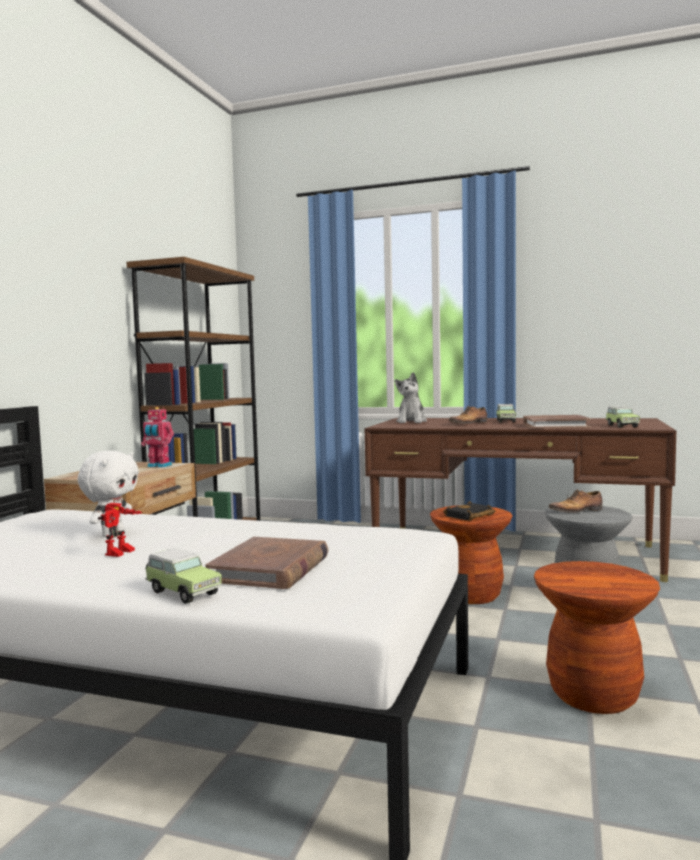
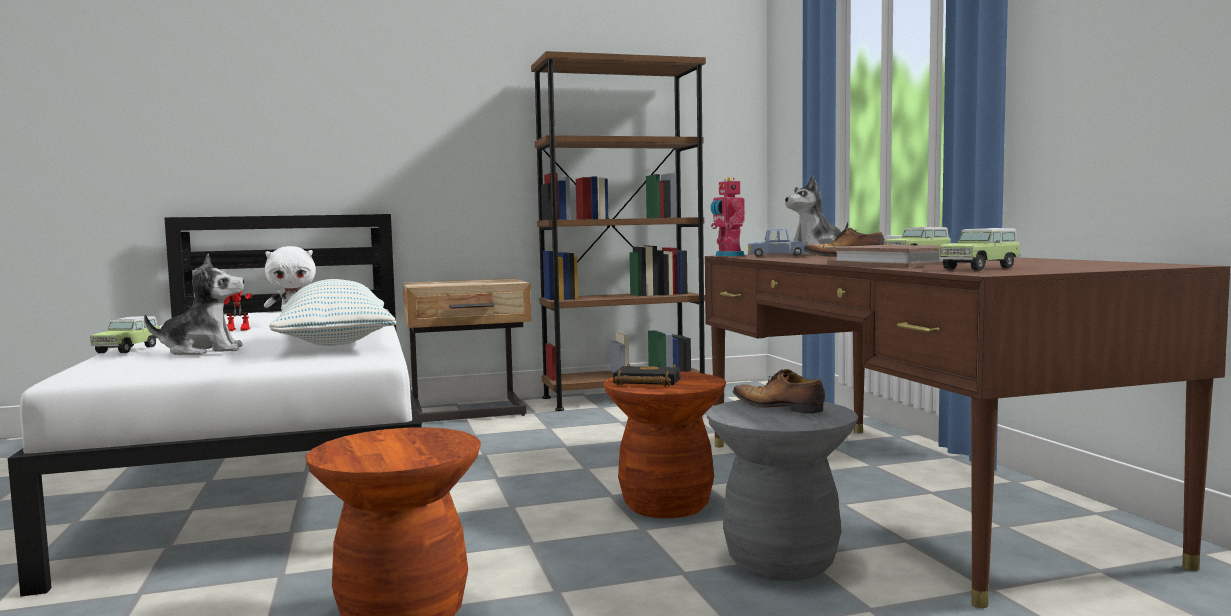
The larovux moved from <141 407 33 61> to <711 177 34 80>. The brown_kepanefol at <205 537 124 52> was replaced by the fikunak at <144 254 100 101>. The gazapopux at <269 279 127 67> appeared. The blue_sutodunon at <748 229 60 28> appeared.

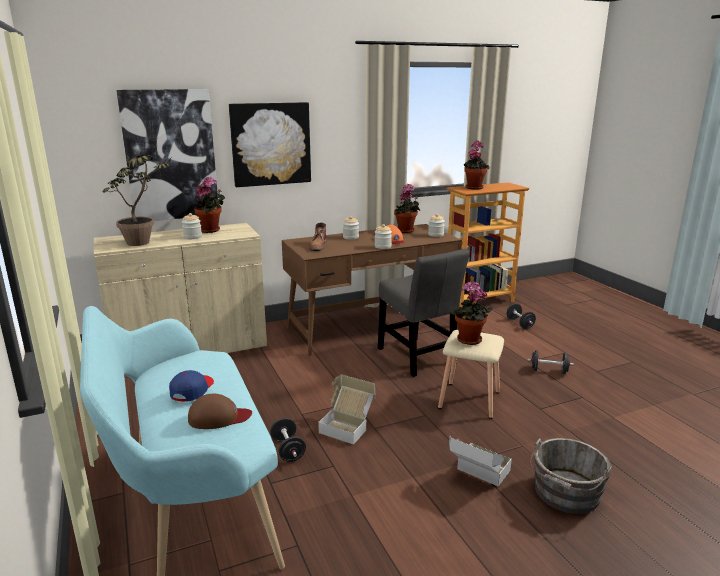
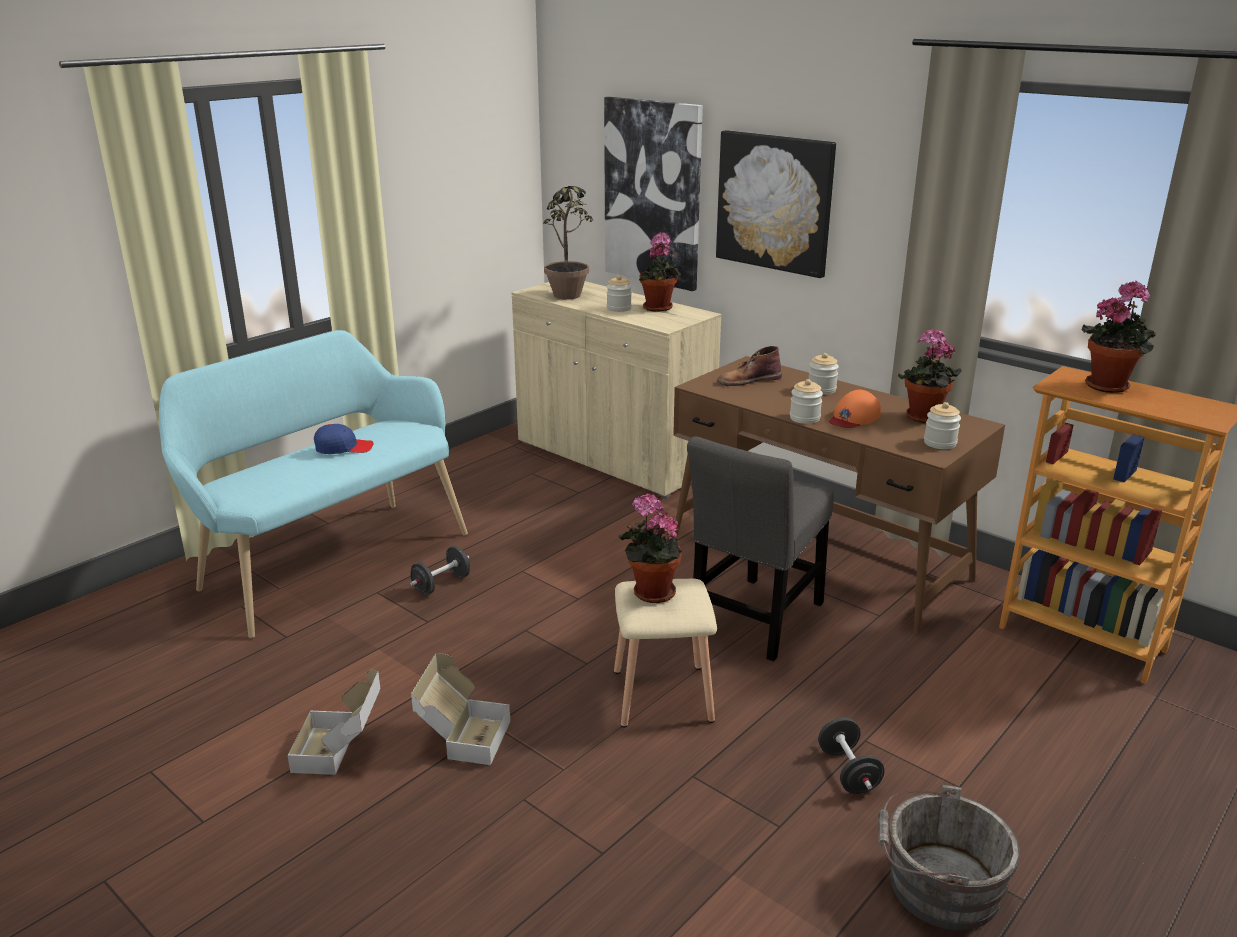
The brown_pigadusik at <188 394 64 35> disappeared. The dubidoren moved from <318 374 57 71> to <287 670 93 105>. The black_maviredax at <506 303 30 26> disappeared. The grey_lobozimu moved from <530 438 82 76> to <878 785 142 145>.

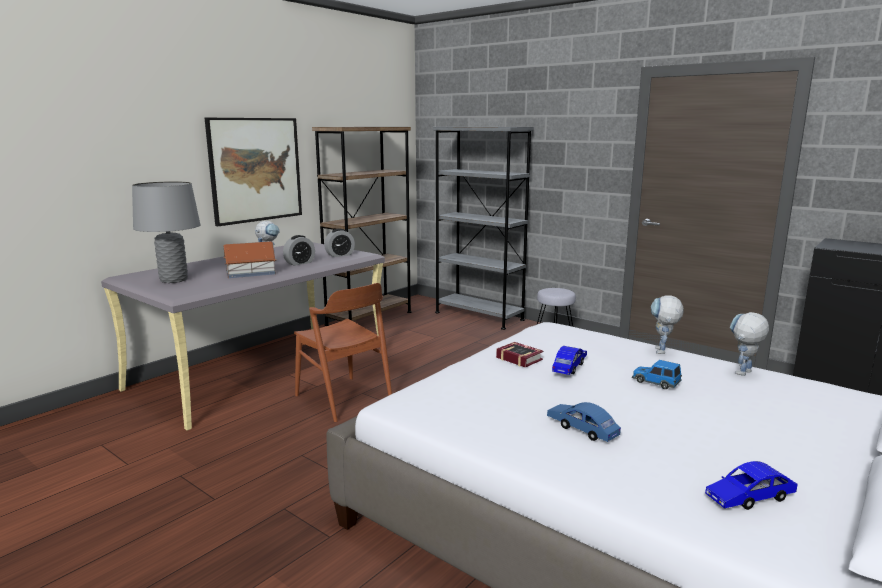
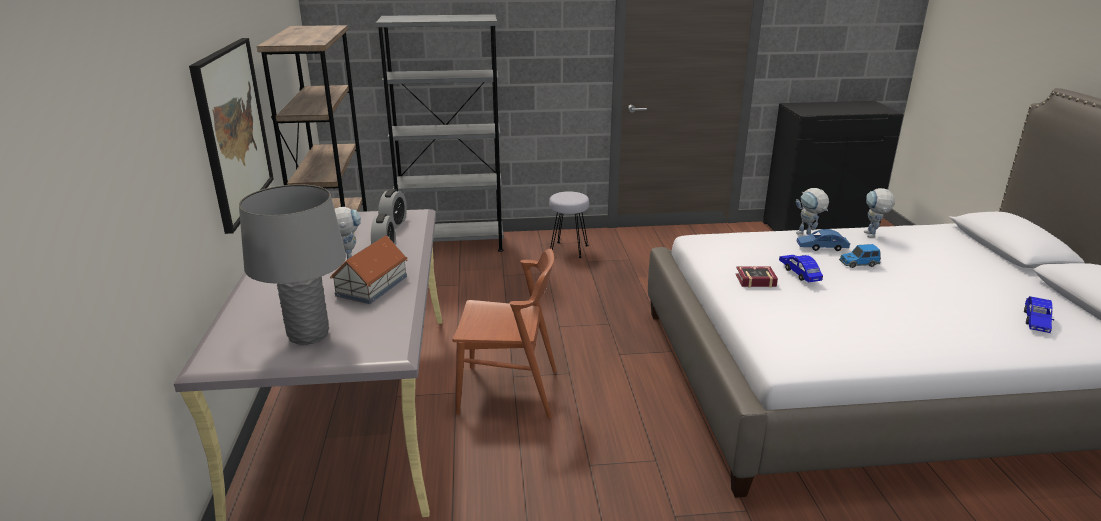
The blue_sutodunon moved from <547 402 74 40> to <797 229 53 22>.

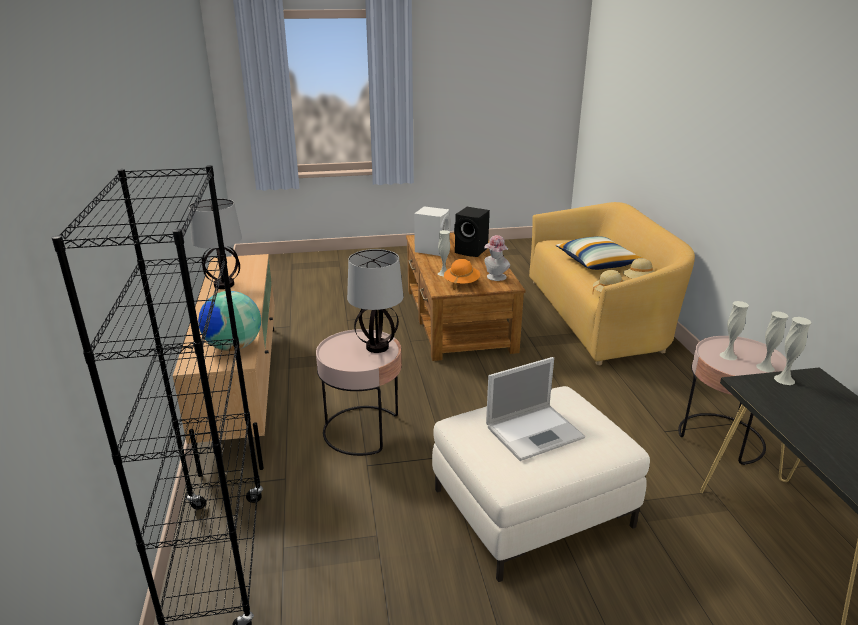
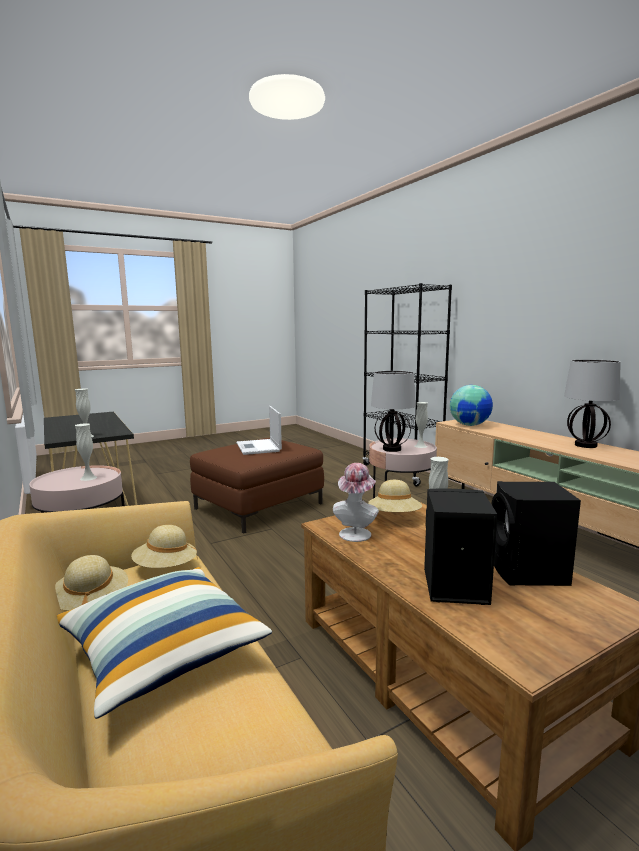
The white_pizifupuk at <414 206 37 50> became the black_pizifupuk at <491 481 90 105>. The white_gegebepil at <432 386 218 196> became the brown_gegebepil at <190 438 134 96>. The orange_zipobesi at <444 259 36 31> became the beige_zipobesi at <368 480 54 32>. The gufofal at <486 357 99 104> turned 60 degrees counterclockwise. The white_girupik moved from <756 311 32 61> to <415 402 13 46>.

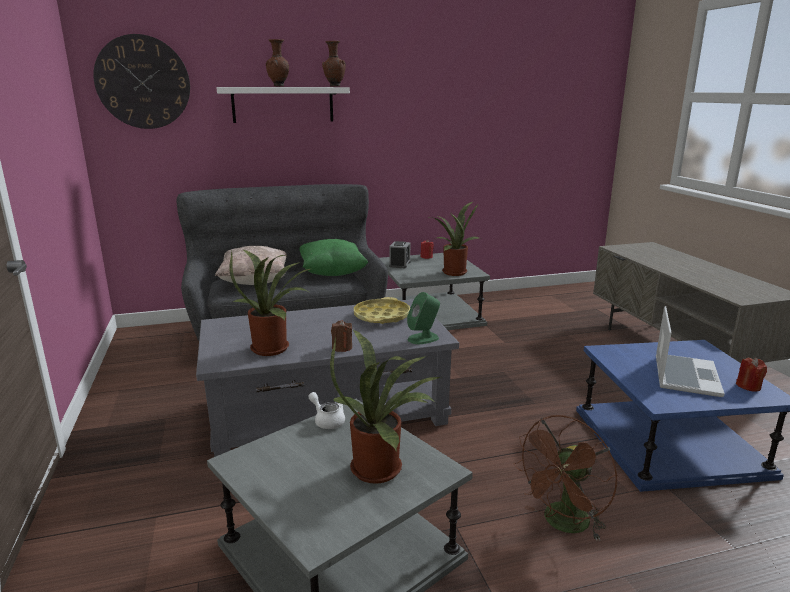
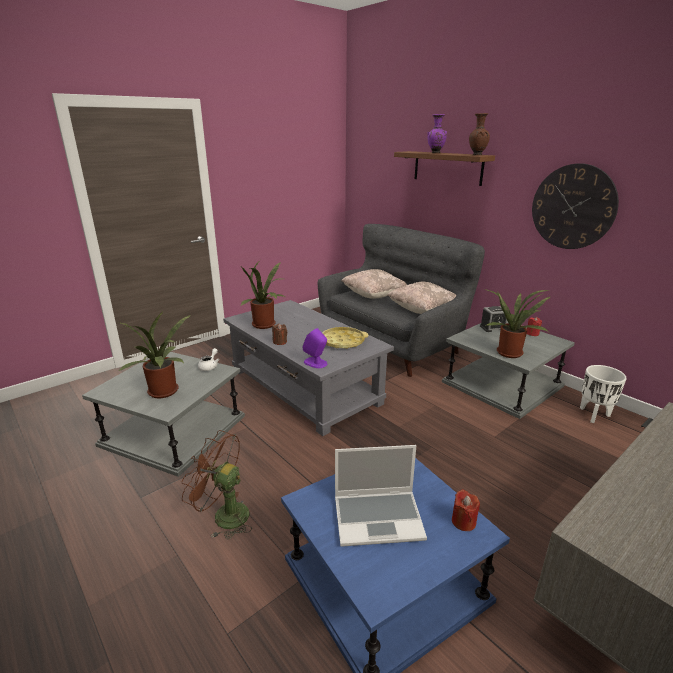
The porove moved from <93 34 97 95> to <532 163 87 86>. The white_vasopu at <216 87 134 36> became the brown_vasopu at <394 151 101 35>. The brown_girupik at <266 39 23 48> became the purple_girupik at <427 114 20 39>. The green_gazapopux at <299 239 69 37> became the beige_gazapopux at <387 281 69 33>. The green_pizifupuk at <407 292 33 52> became the purple_pizifupuk at <302 328 25 40>. The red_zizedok moved from <736 358 31 33> to <452 490 28 41>. The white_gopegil at <580 365 46 58> appeared.

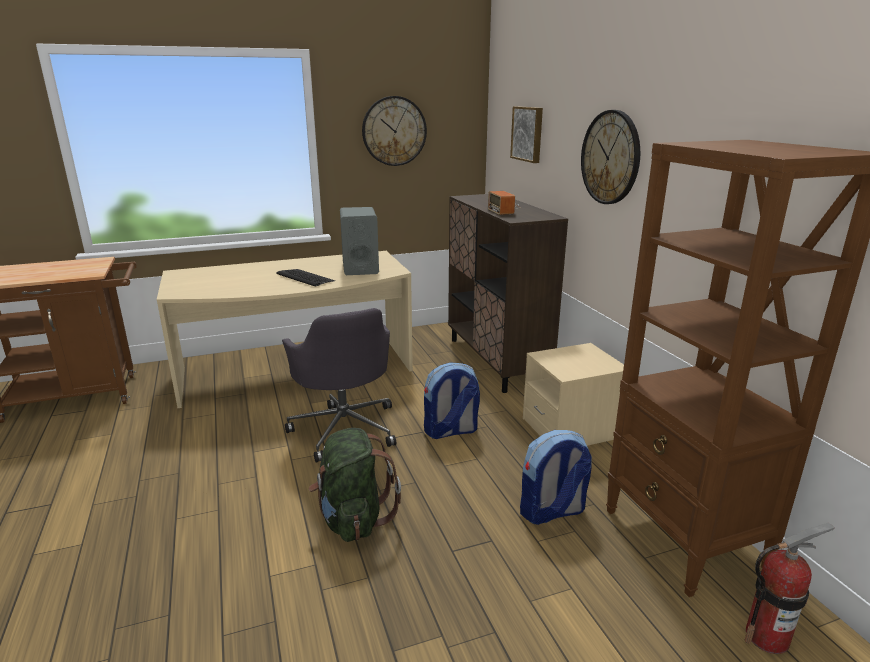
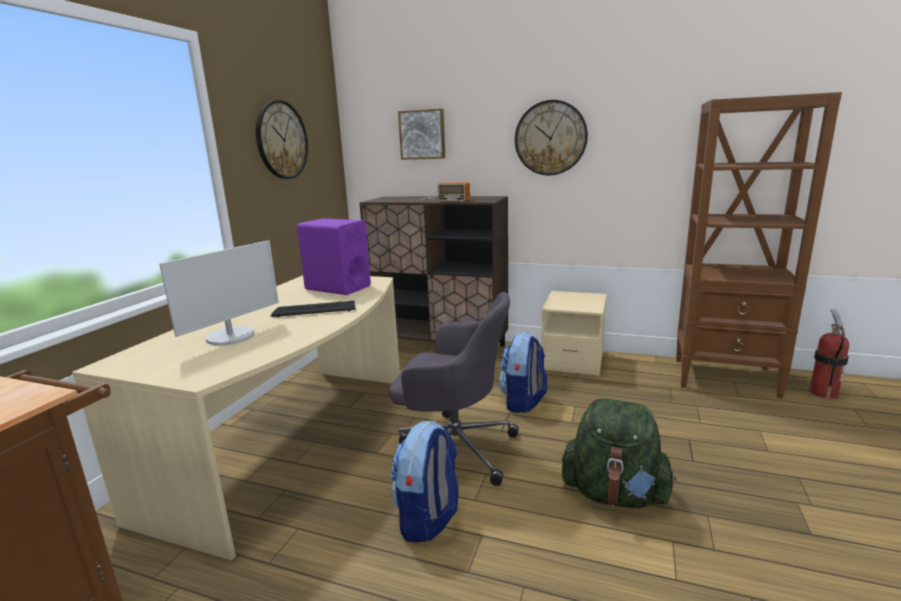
The grey_pizifupuk at <340 207 39 68> became the purple_pizifupuk at <297 218 74 77>. The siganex moved from <520 430 72 95> to <390 421 69 121>. The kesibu at <159 240 120 105> appeared.

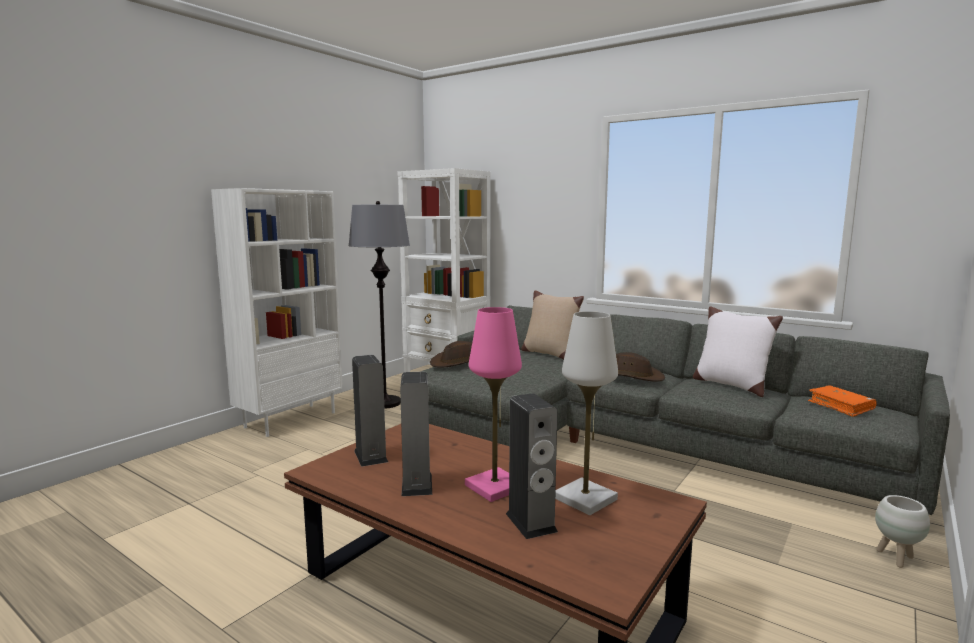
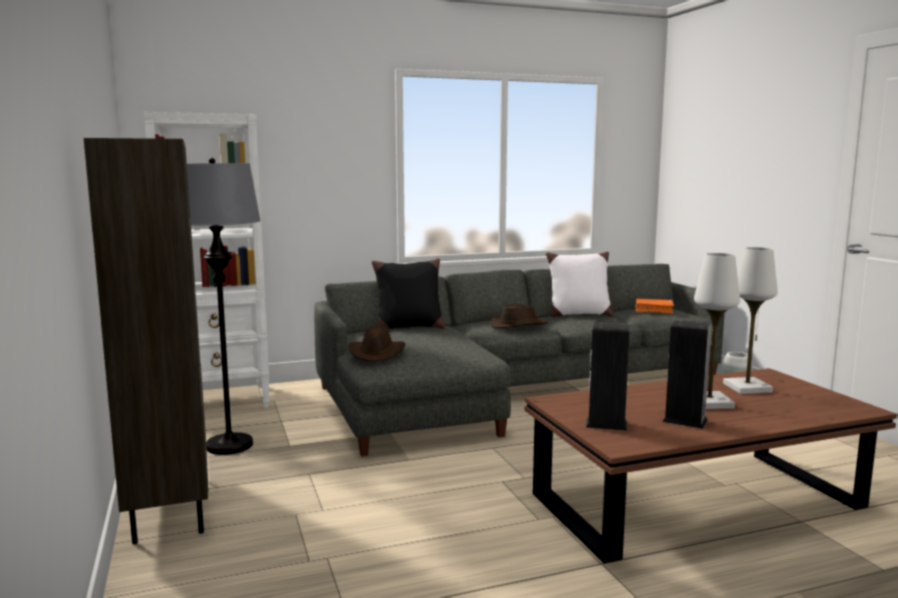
The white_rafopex at <211 188 132 249> became the brown_rafopex at <84 138 124 406>. The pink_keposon at <465 307 57 195> became the white_keposon at <694 253 46 156>. The pizifupuk at <506 393 52 146> disappeared. The beige_gazapopux at <521 290 63 70> became the black_gazapopux at <371 259 74 70>.

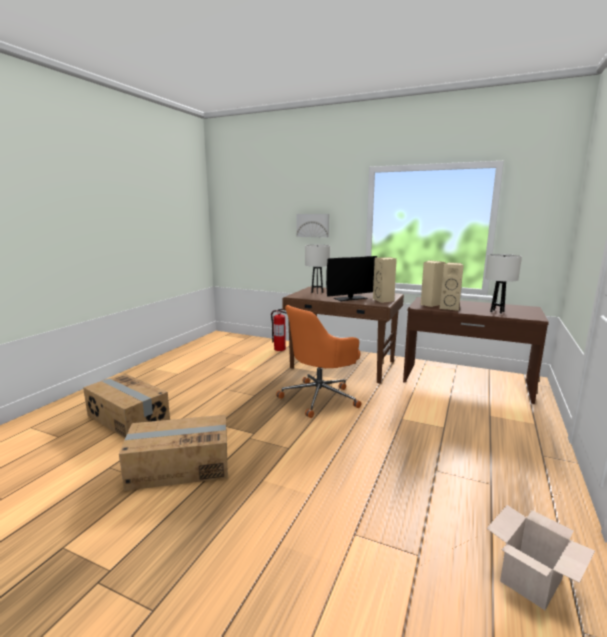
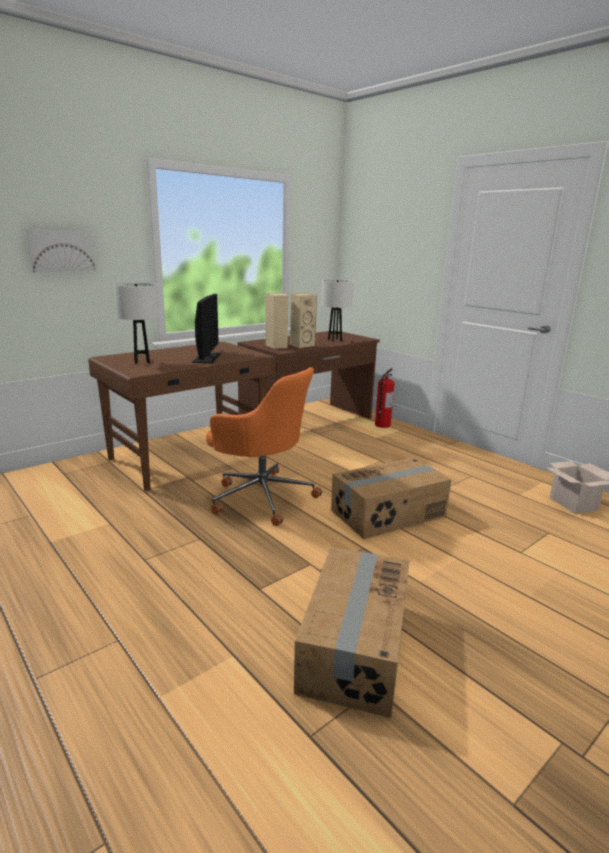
The dubidoren moved from <83 374 87 64> to <331 458 121 81>. The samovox moved from <271 309 16 42> to <375 368 20 60>. The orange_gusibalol at <276 305 86 113> turned 45 degrees counterclockwise. The beige_pizifupuk at <373 257 24 46> disappeared.

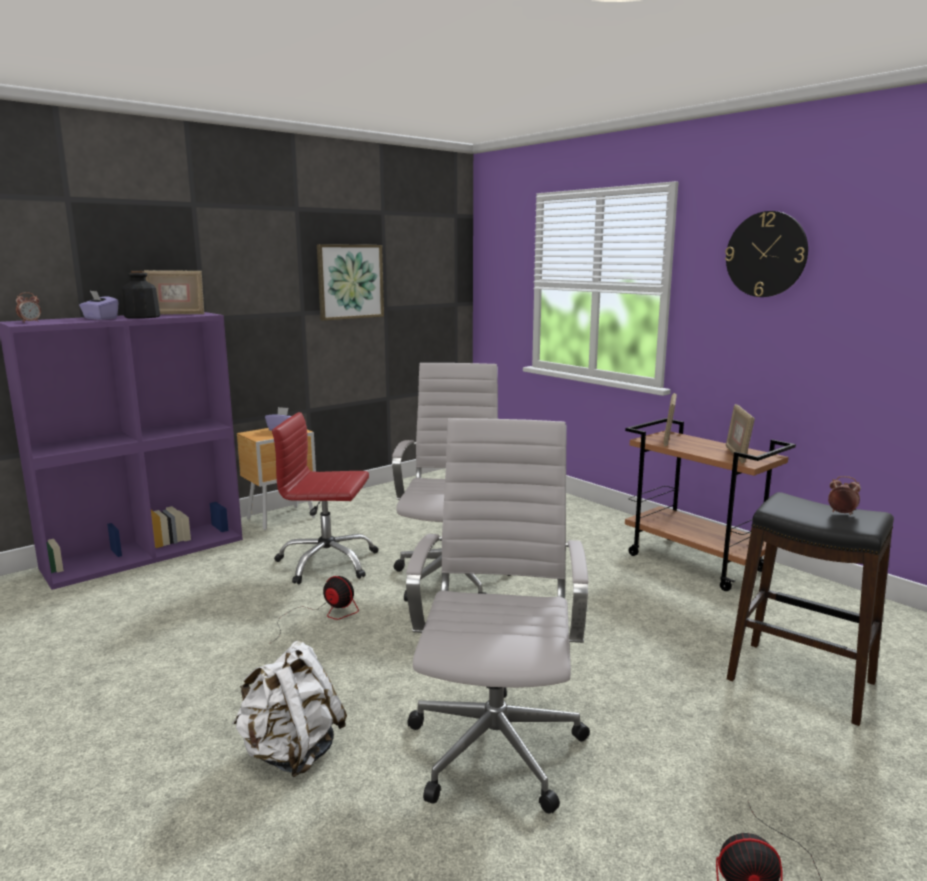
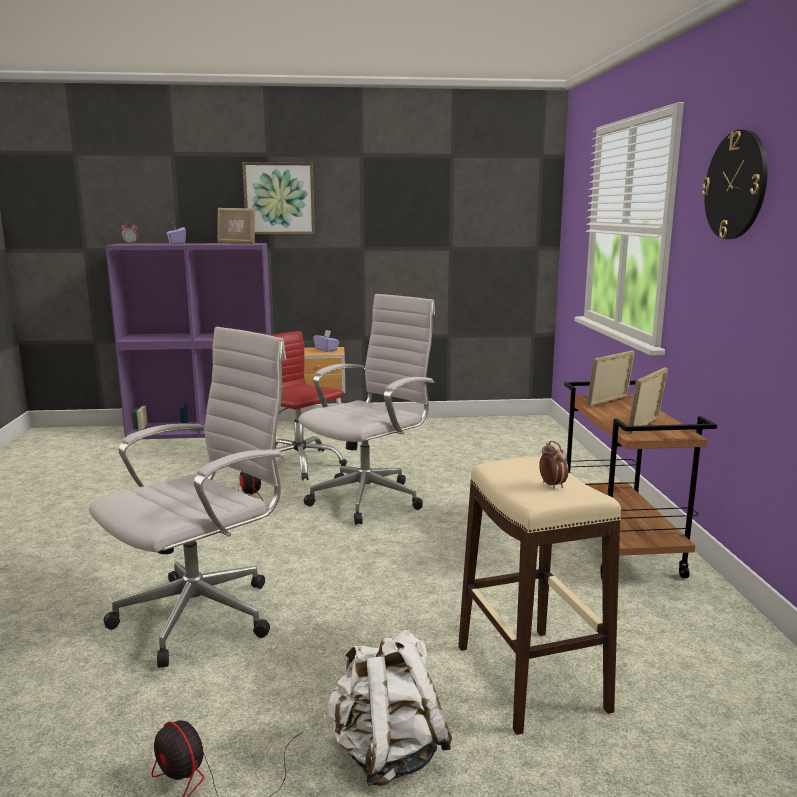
The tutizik at <122 271 38 48> disappeared. The white_siganex moved from <232 641 115 137> to <328 630 124 156>. The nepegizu moved from <317 244 67 77> to <242 162 73 72>. The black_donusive at <727 492 167 234> became the beige_donusive at <458 457 163 278>.

